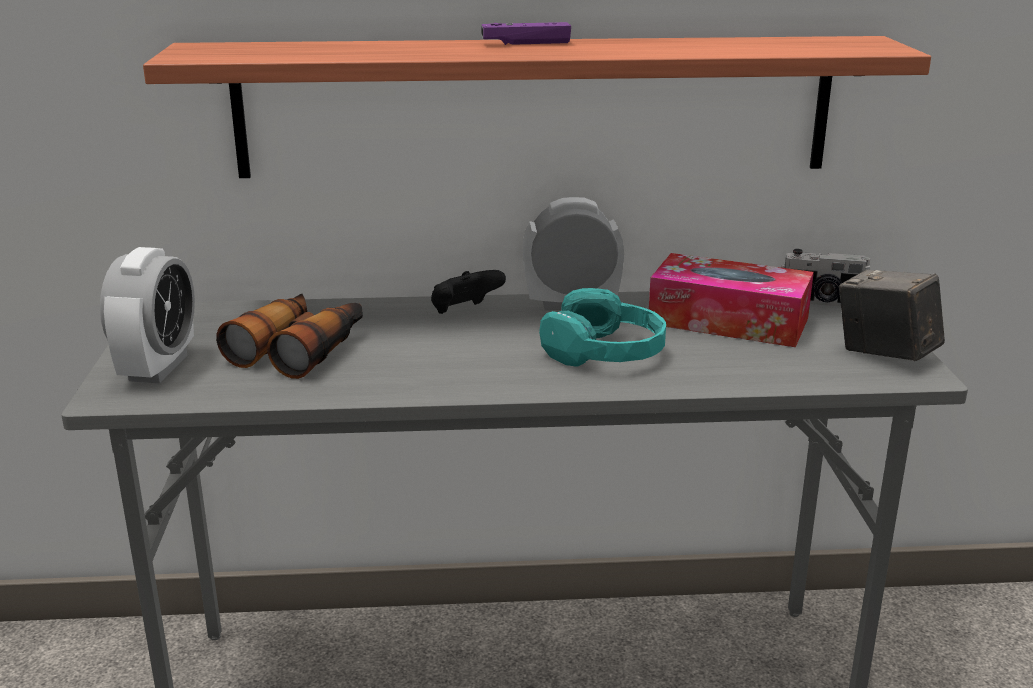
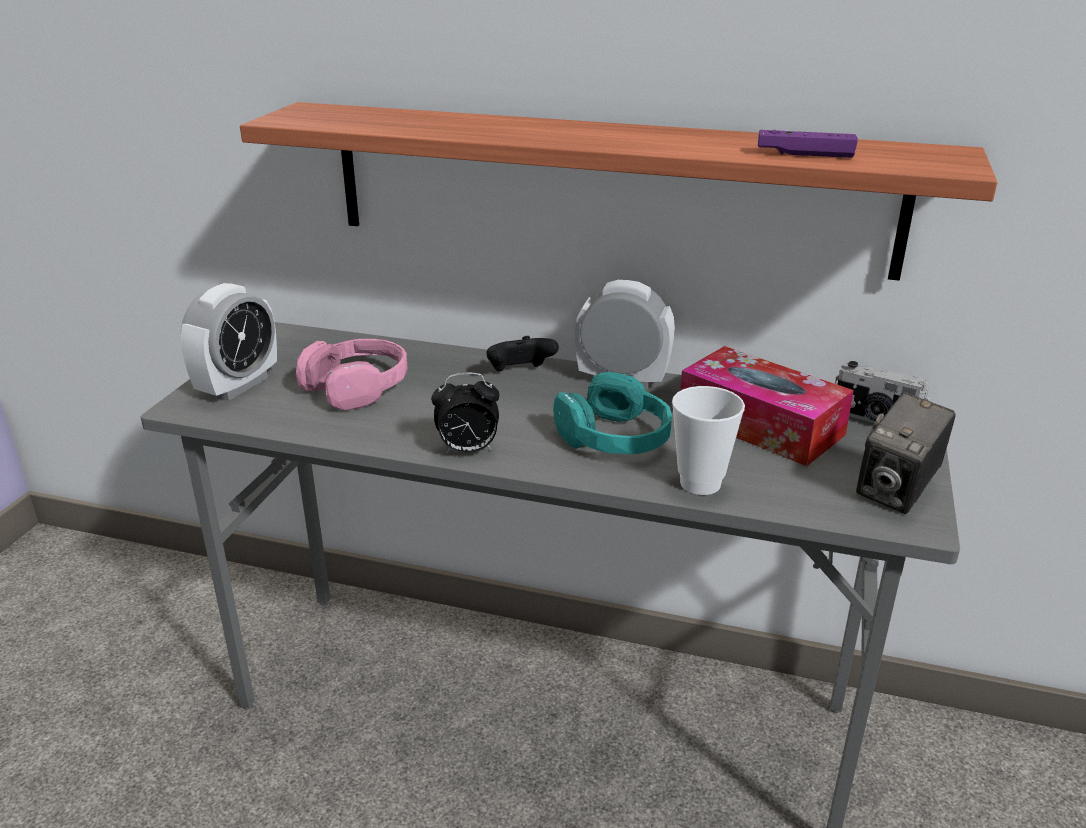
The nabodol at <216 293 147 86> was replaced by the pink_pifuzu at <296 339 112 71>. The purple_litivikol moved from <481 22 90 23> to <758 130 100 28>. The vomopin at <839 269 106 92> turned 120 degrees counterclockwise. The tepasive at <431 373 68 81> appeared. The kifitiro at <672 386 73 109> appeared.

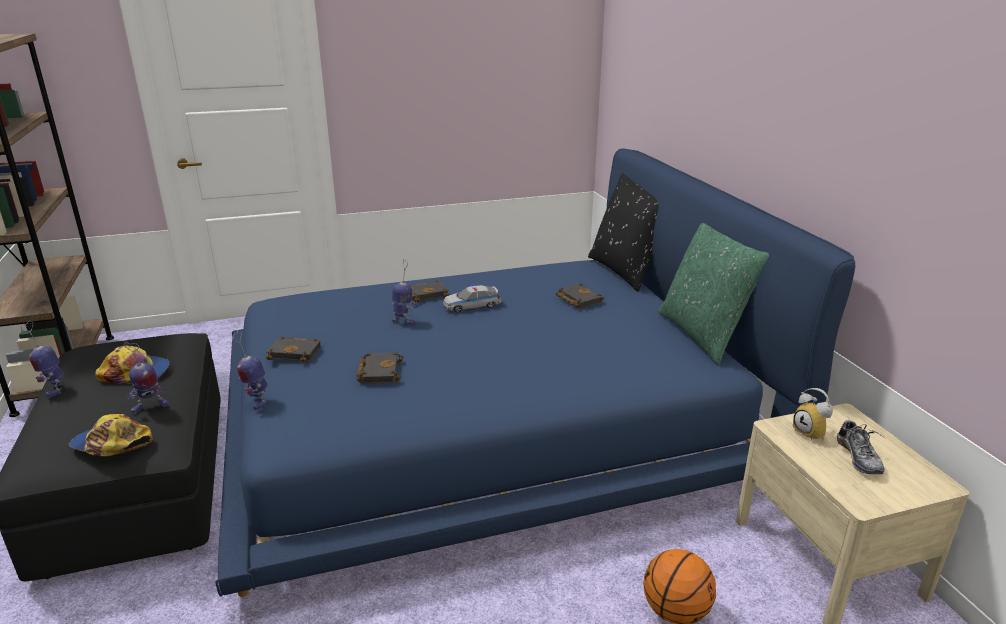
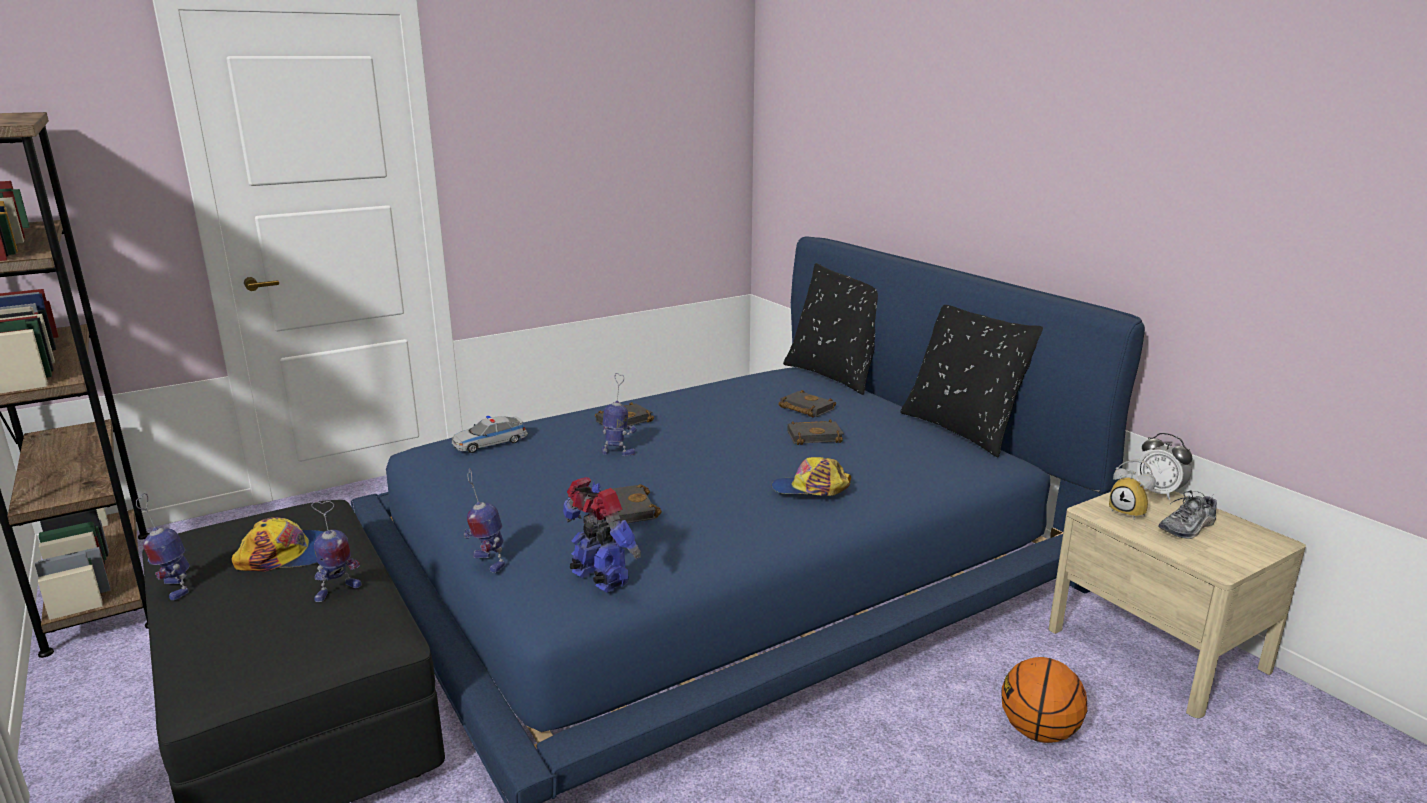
The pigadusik moved from <69 414 84 42> to <771 457 80 39>. The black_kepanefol moved from <266 337 55 26> to <787 419 57 26>. The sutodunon moved from <443 284 59 29> to <452 416 76 37>. The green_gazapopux at <658 223 111 142> became the black_gazapopux at <900 305 143 152>. The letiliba at <837 417 47 57> turned 75 degrees clockwise. The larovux at <563 477 78 116> appeared. The tepasive at <1137 433 55 66> appeared.

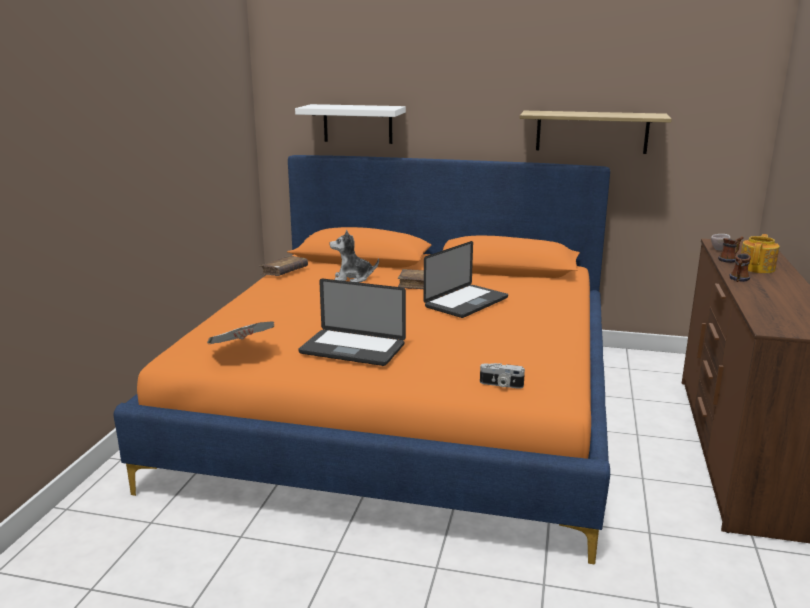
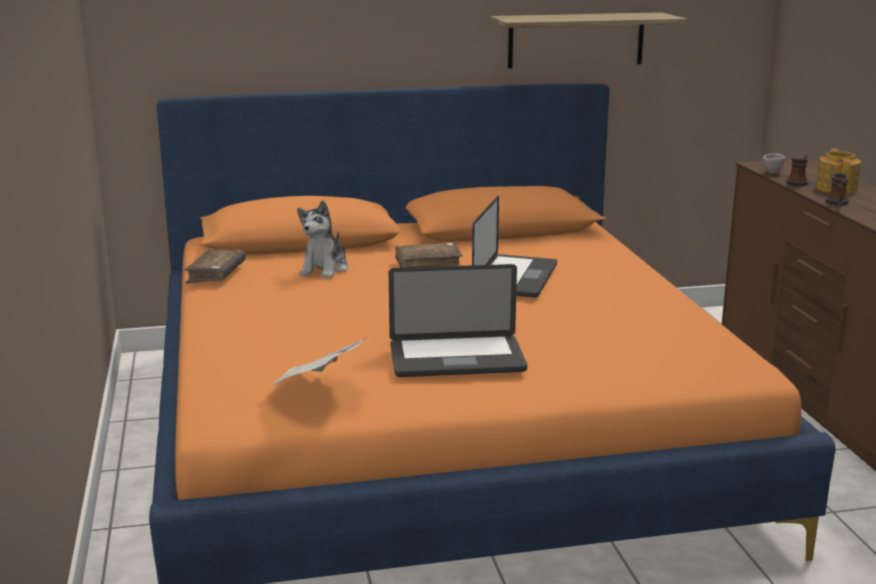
The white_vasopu at <295 104 111 40> disappeared. The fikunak at <329 230 50 53> turned 45 degrees counterclockwise. The vomopin at <480 363 45 26> disappeared.

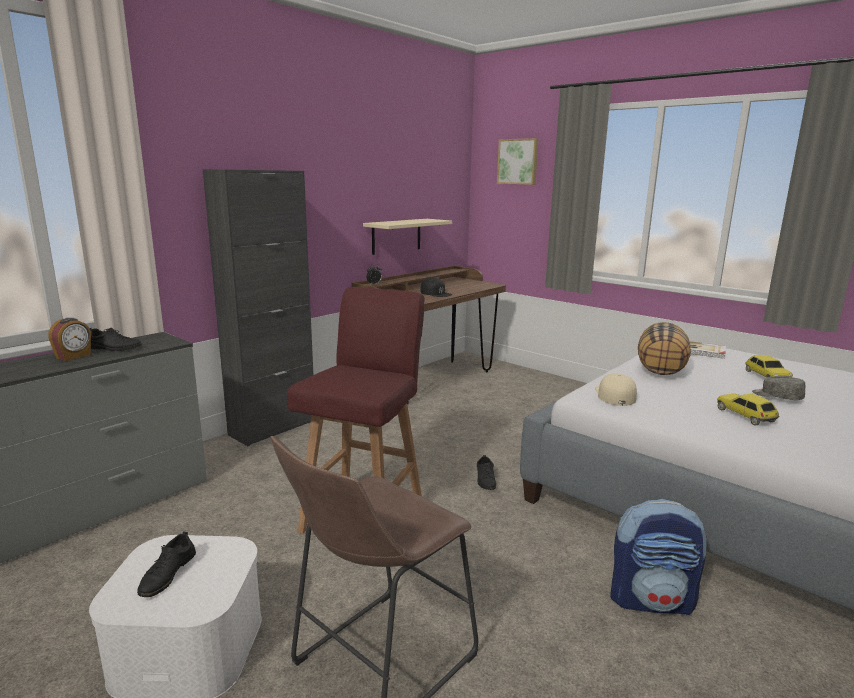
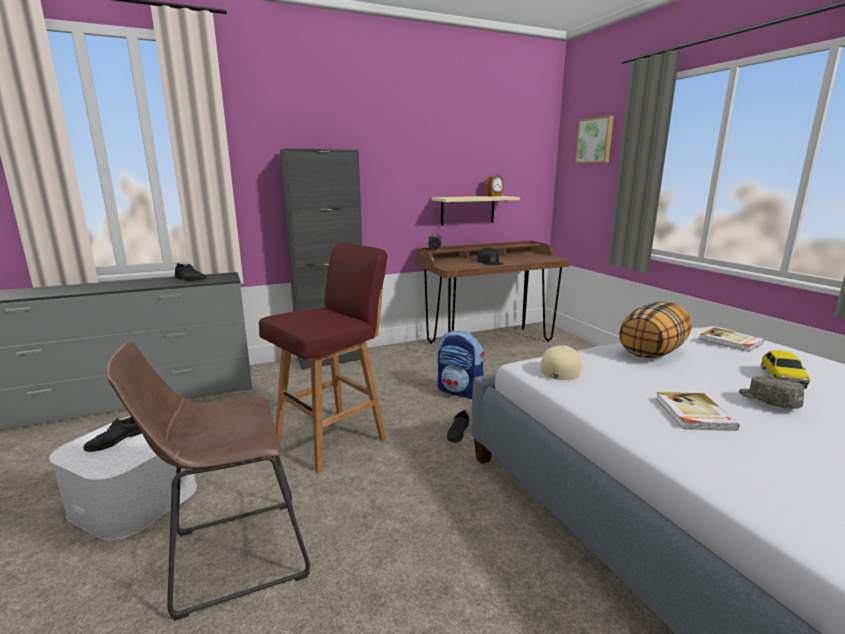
The tepasive moved from <48 318 43 43> to <485 174 19 23>. The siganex moved from <610 499 97 117> to <437 331 48 68>. The sutodunon at <717 394 62 32> was replaced by the kepanefol at <656 392 84 39>.

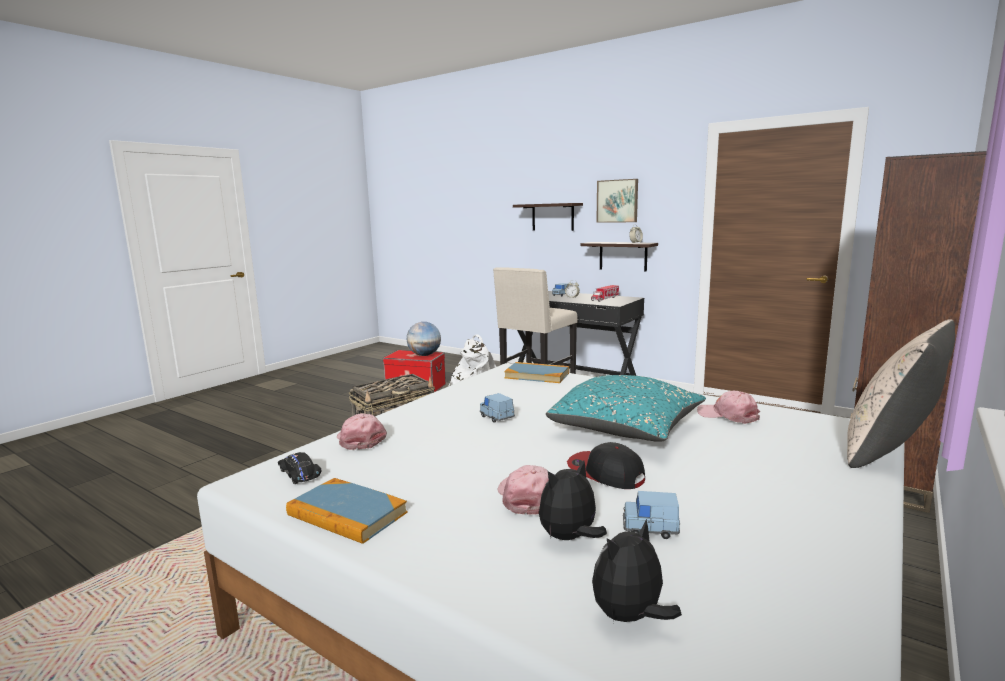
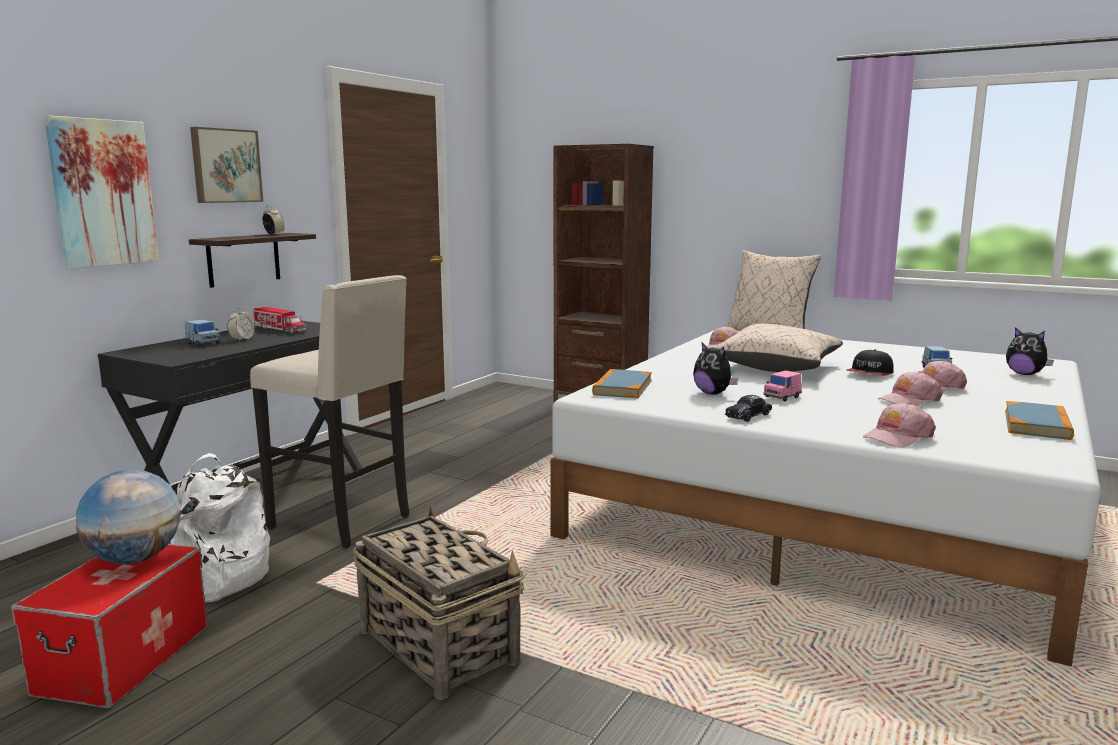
The black_sutodunon moved from <278 452 44 32> to <725 395 47 27>. The blue_sutodunon at <480 393 35 30> became the pink_sutodunon at <763 371 39 31>. The vasopu at <513 203 70 28> was replaced by the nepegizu at <44 116 115 153>. The fikunak moved from <539 461 68 79> to <693 341 45 54>. The turquoise_gazapopux at <546 375 160 67> became the beige_gazapopux at <714 324 129 48>. The pink_pigadusik at <878 371 65 35> appeared.

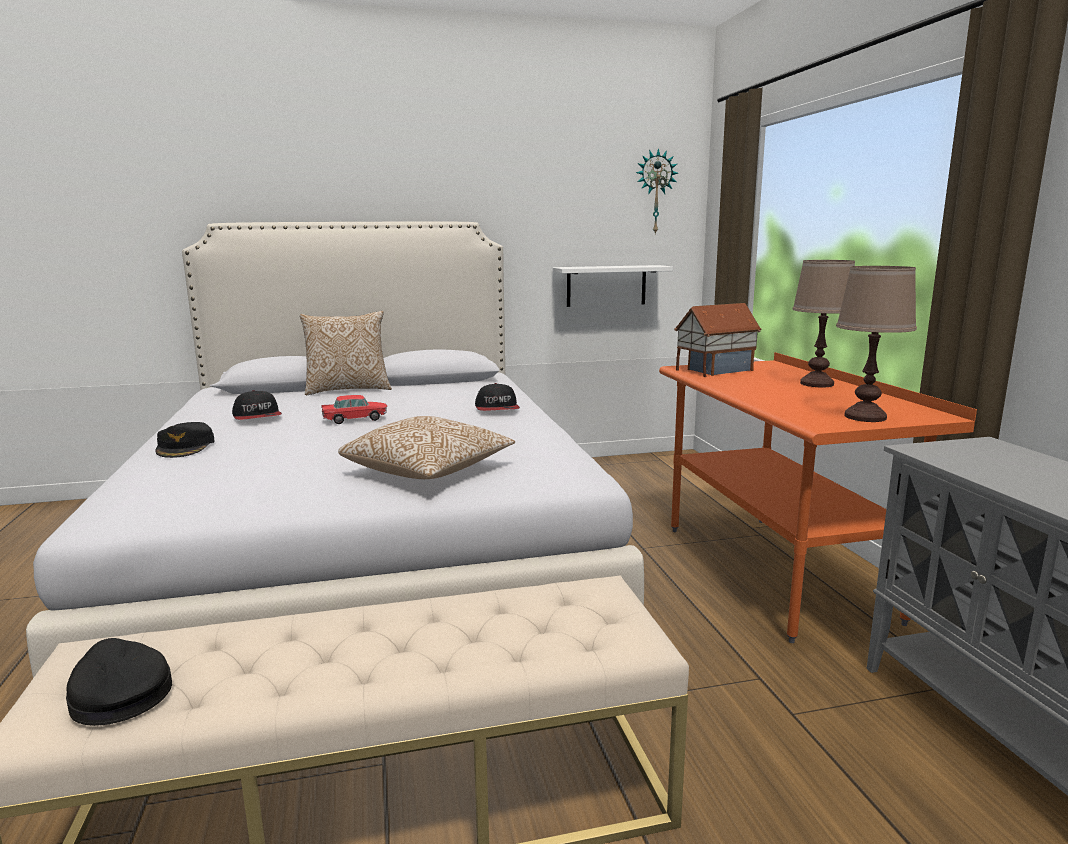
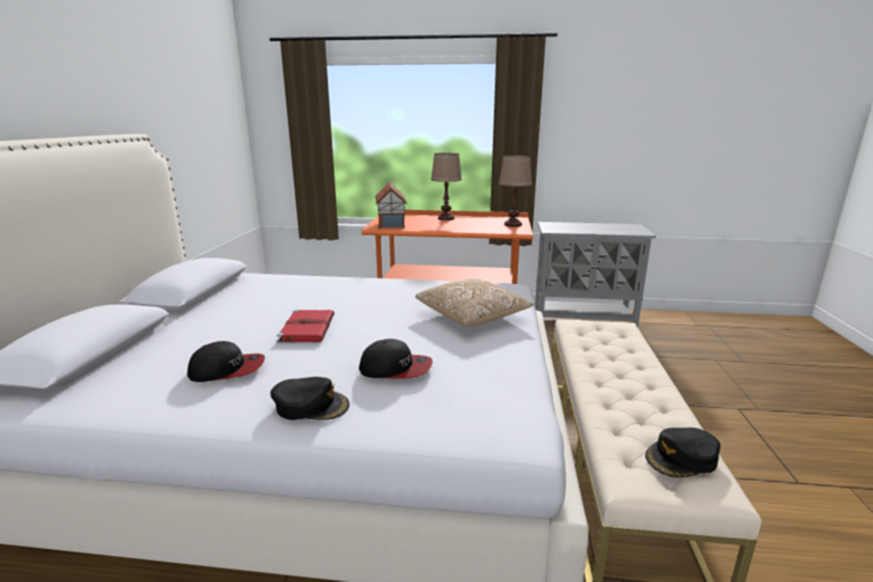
The gazapopux at <300 311 92 84> disappeared. The sutodunon at <322 395 65 29> was replaced by the red_kepanefol at <277 310 57 33>. The pigadusik moved from <475 383 45 28> to <359 339 74 40>. The white_vasopu at <553 265 120 42> disappeared. The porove at <636 148 42 87> disappeared.

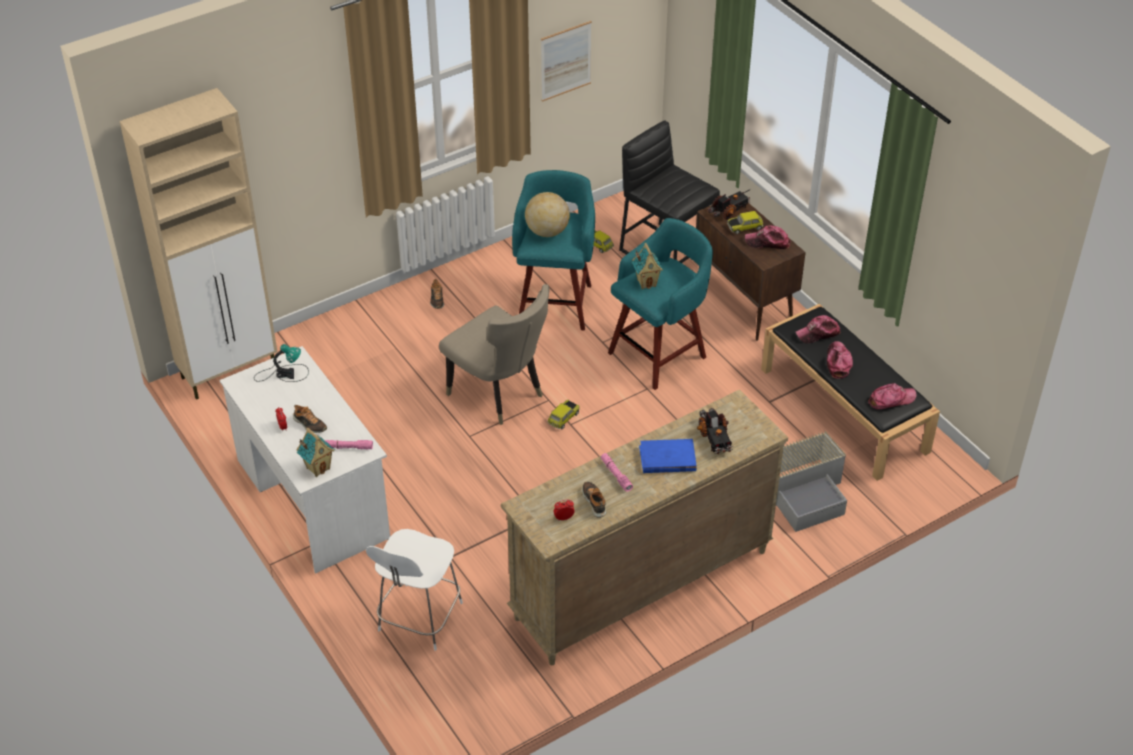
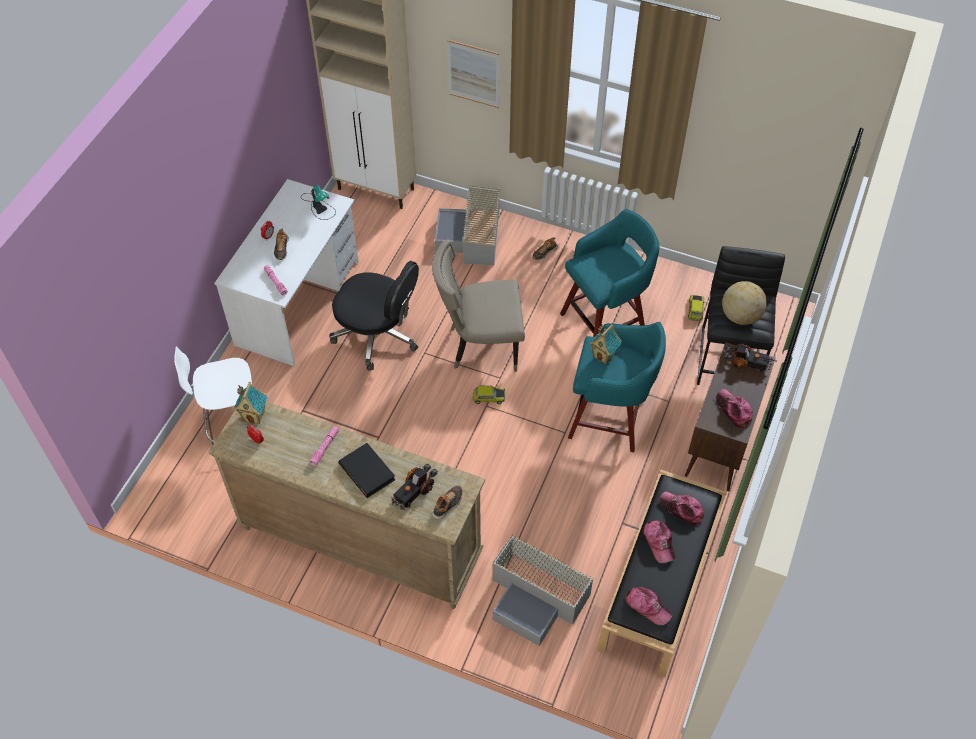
The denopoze moved from <297 428 38 49> to <234 382 34 42>. The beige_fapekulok at <439 284 110 141> turned 75 degrees clockwise. The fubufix moved from <525 192 45 45> to <722 281 45 44>. The nepegizu moved from <541 21 51 81> to <447 39 53 69>. The letiliba moved from <582 481 24 37> to <432 485 30 34>. The blue_kepanefol at <639 439 58 34> became the black_kepanefol at <339 443 57 55>. The sutodunon at <727 211 36 23> disappeared. The pigadusik at <827 341 26 38> turned 105 degrees clockwise. The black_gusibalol at <329 261 90 110> appeared. The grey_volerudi at <435 185 65 80> appeared.

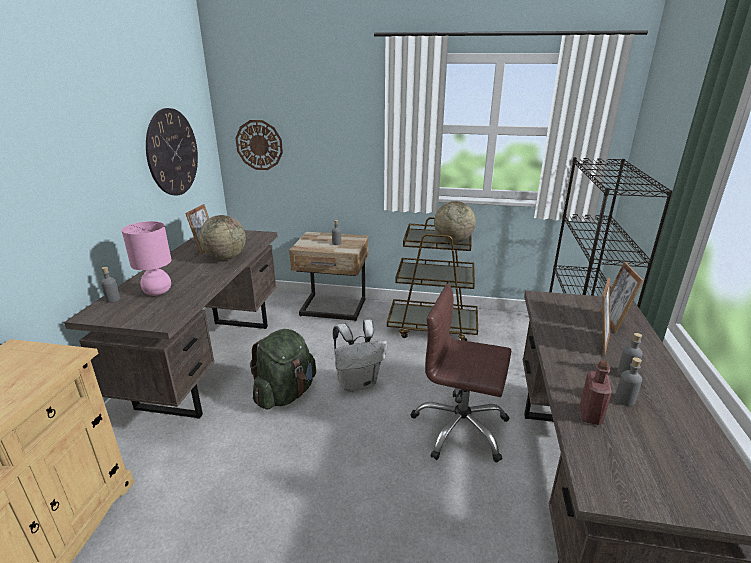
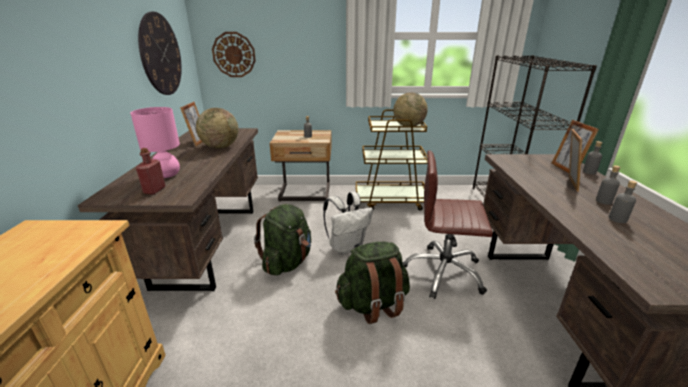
The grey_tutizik moved from <101 267 19 36> to <583 141 19 33>. The red_tutizik moved from <580 360 32 65> to <136 148 30 46>. The green_siganex at <335 242 75 82> appeared.

